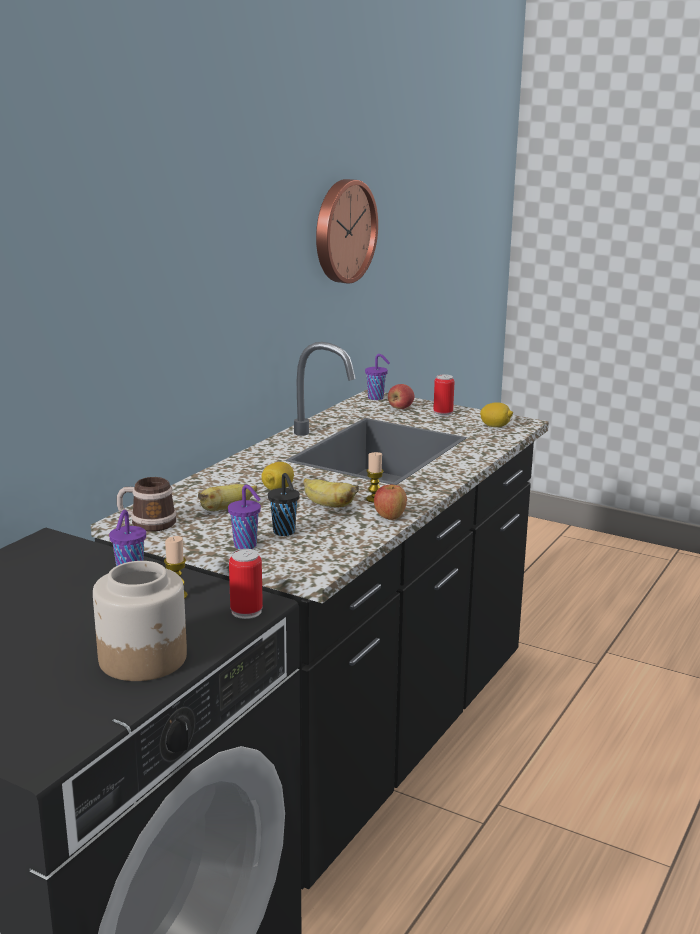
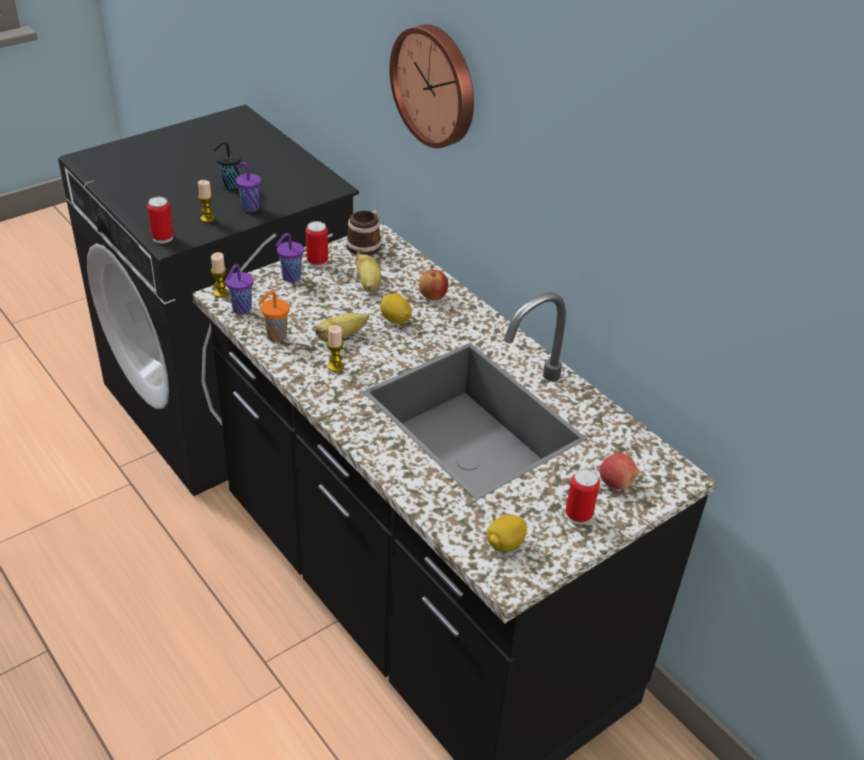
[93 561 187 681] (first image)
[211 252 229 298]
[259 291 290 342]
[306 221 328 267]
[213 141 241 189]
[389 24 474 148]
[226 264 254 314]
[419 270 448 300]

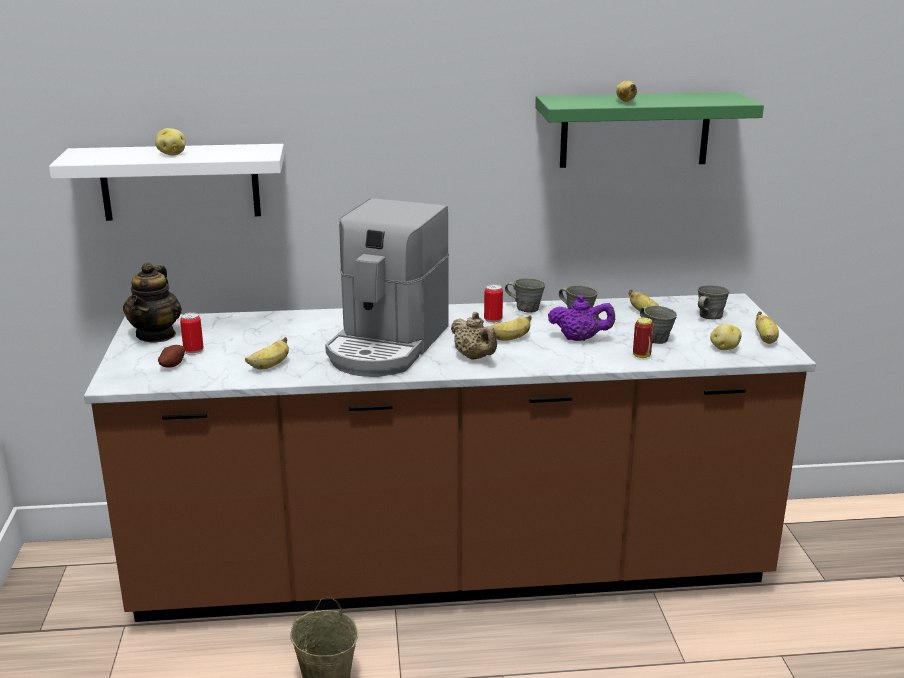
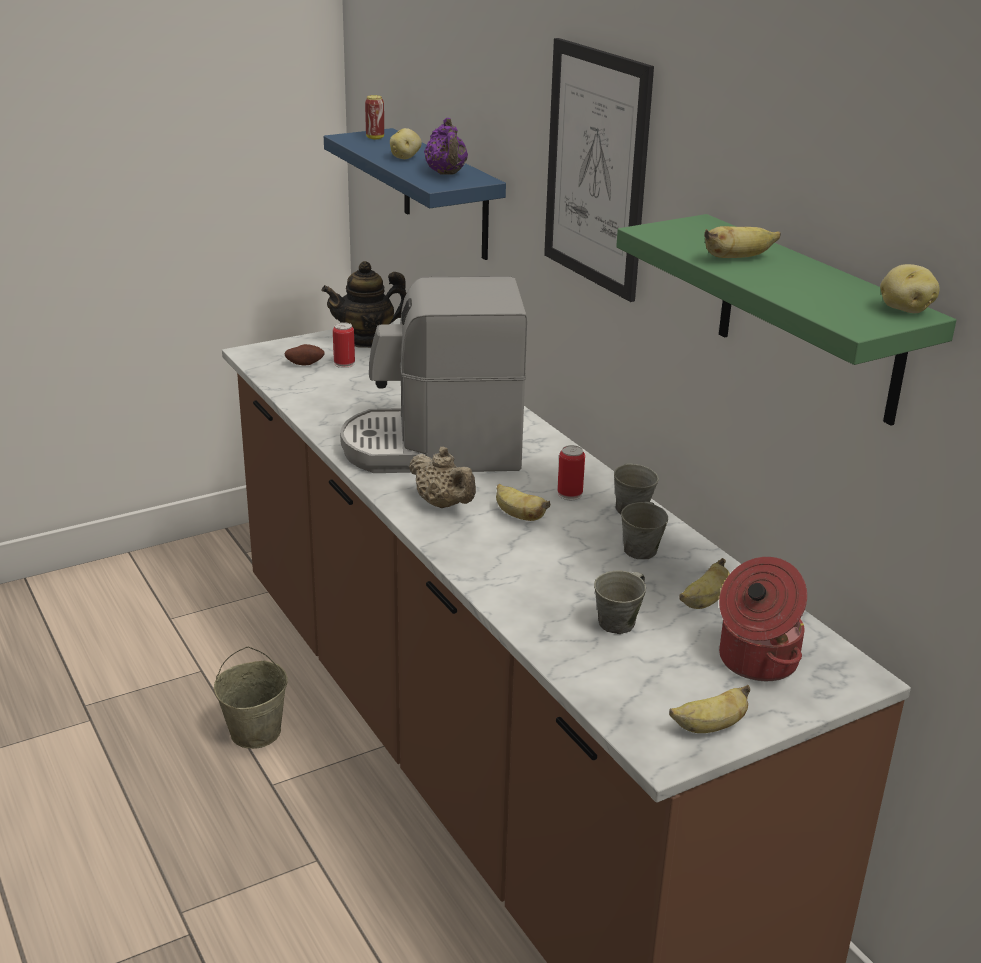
[245 337 289 369] (first image)
[544 38 654 302]
[424 118 468 175]
[365 95 384 140]
[880 264 939 313]
[719 557 807 681]
[324 128 506 260]
[409 447 476 508]

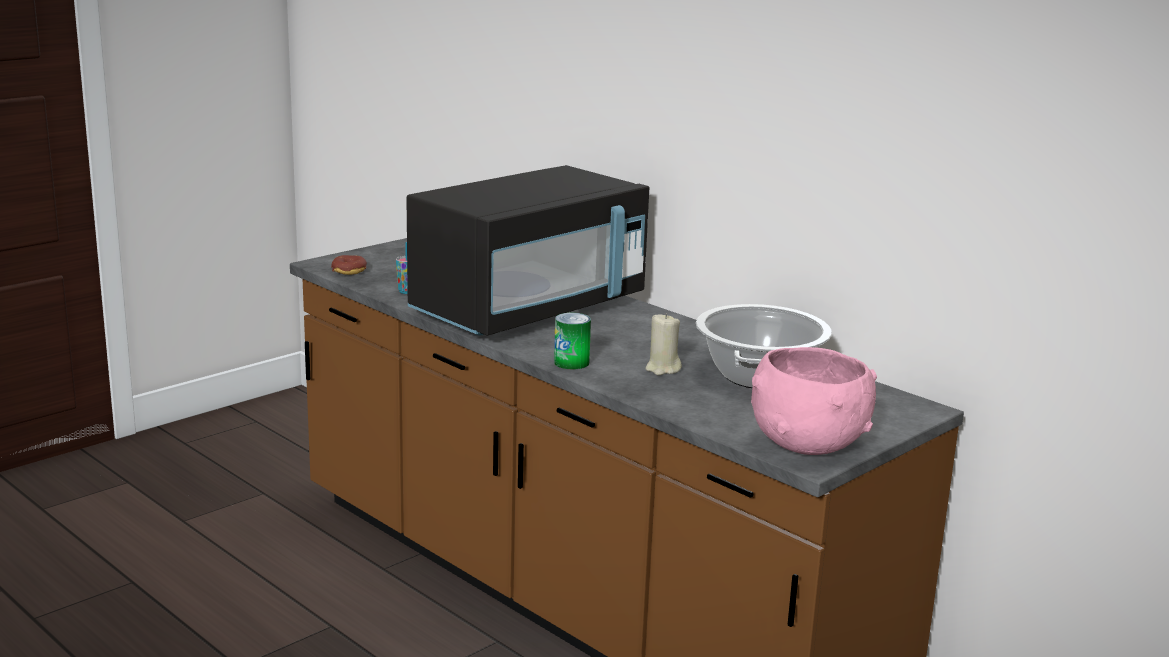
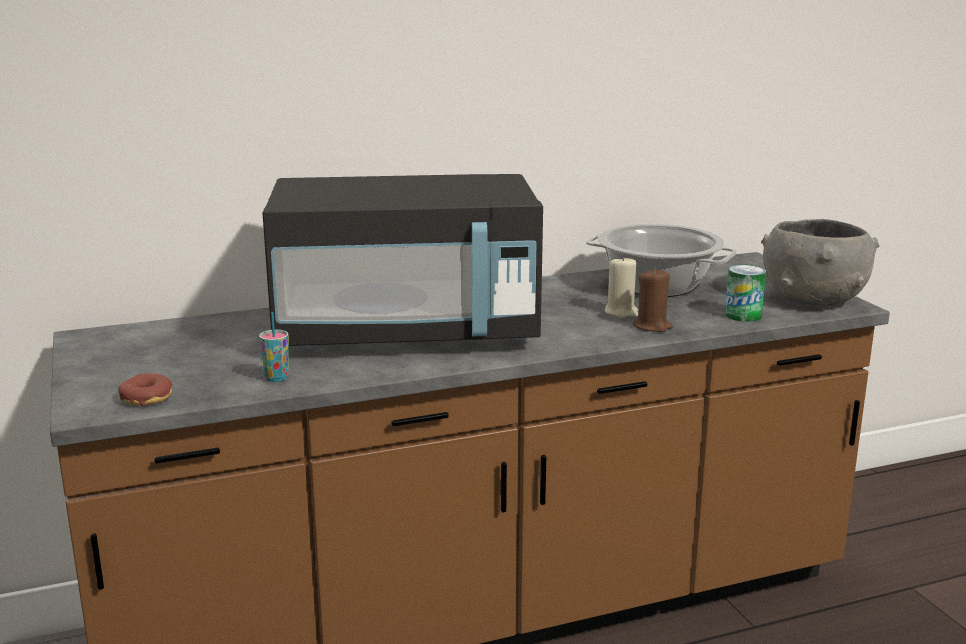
[633 268 673 332]
[725 265 766 322]
[761 219 879 306]
[262 174 543 347]

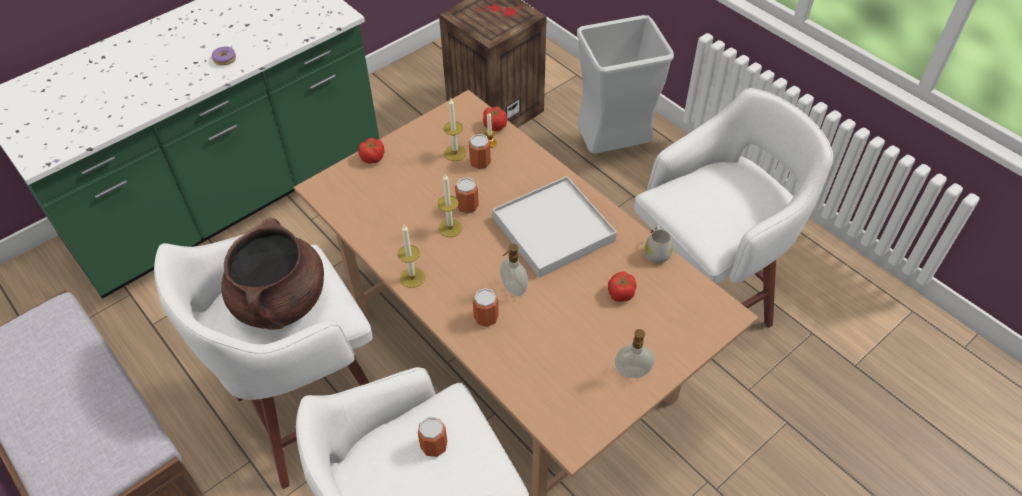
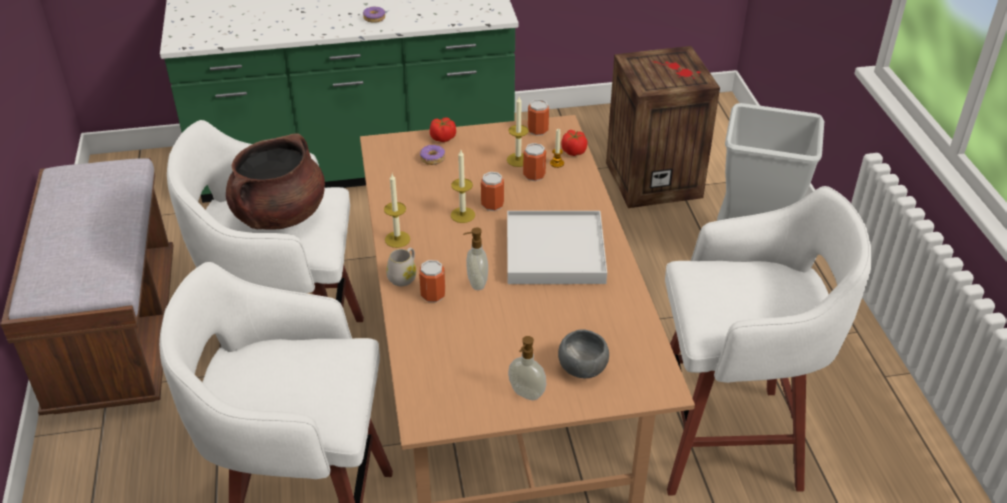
[608 271 637 302] (first image)
[420 145 445 165]
[558 329 609 378]
[528 99 549 136]
[386 248 416 286]

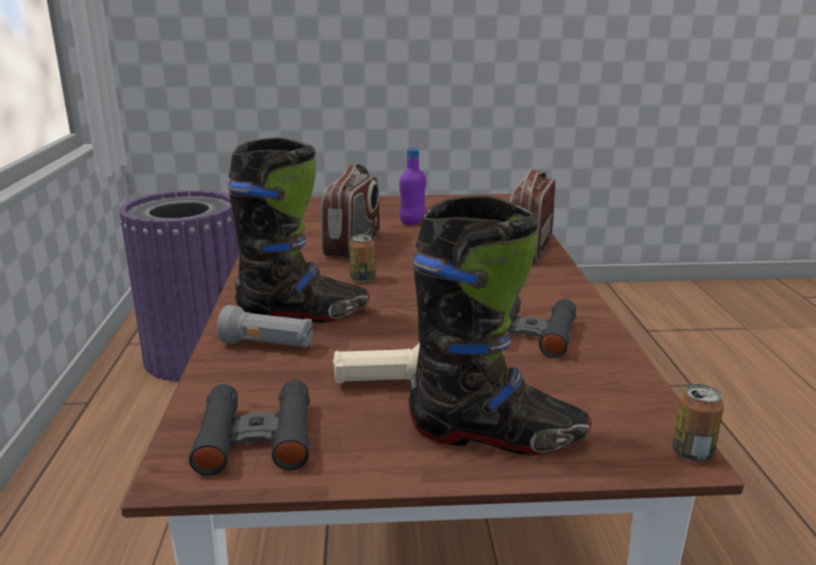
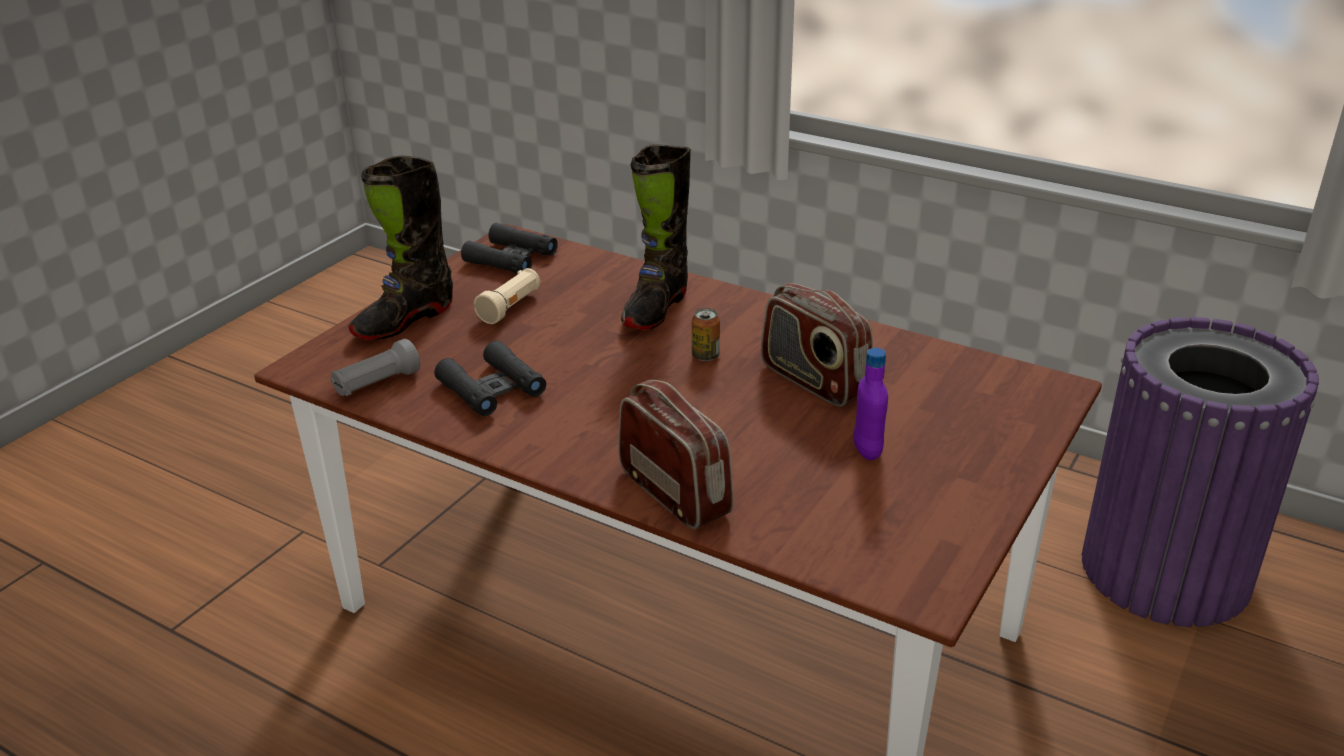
[672 384 724 462] (first image)
[330 339 420 396]

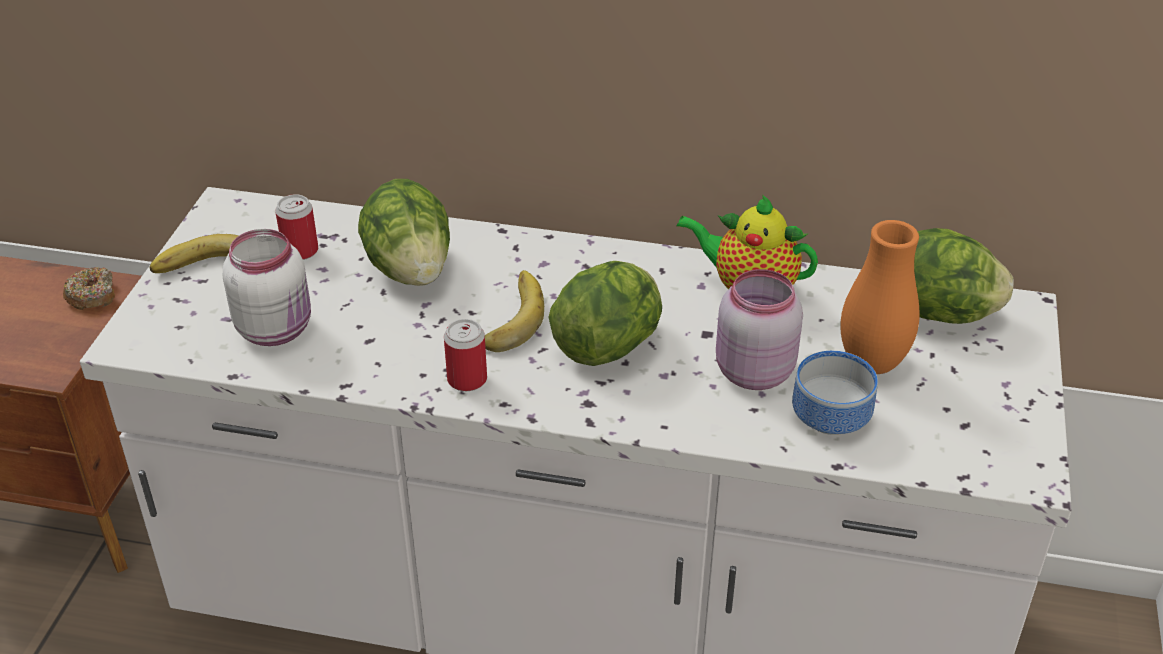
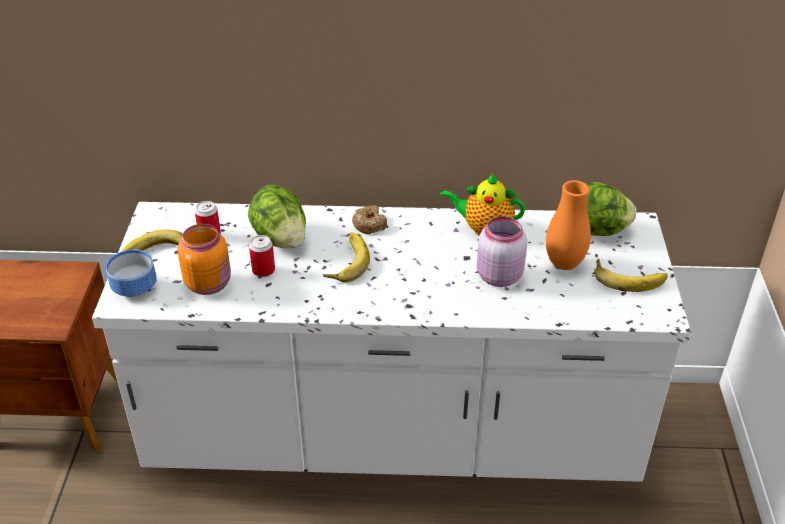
[548 261 662 366] (first image)
[594 258 668 292]
[352 205 387 234]
[249 235 275 277]
[106 250 156 297]
[178 224 231 295]

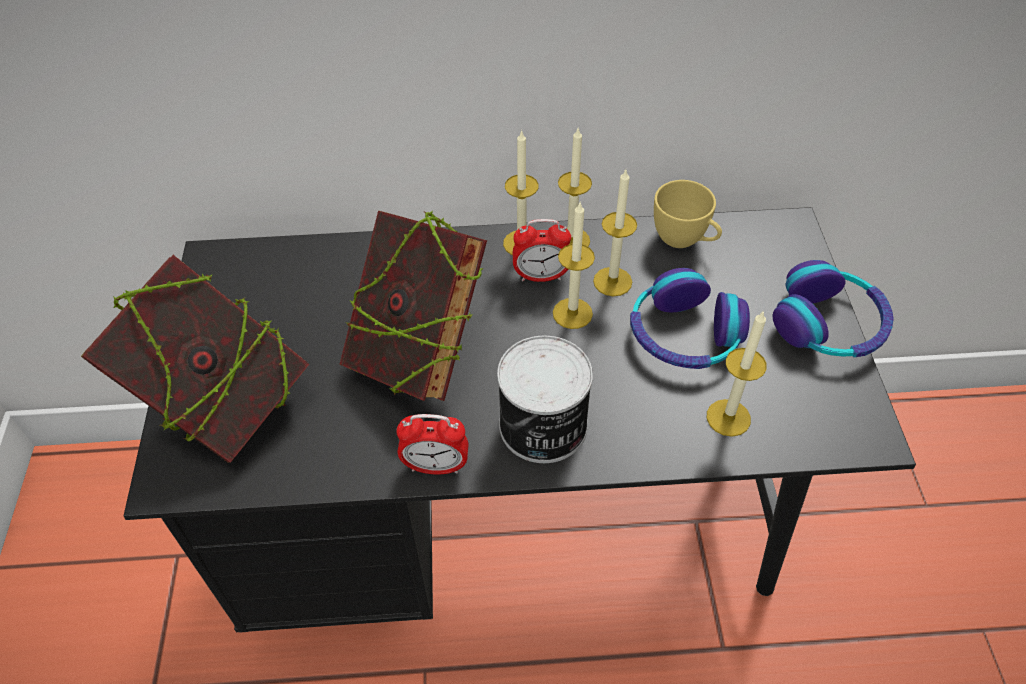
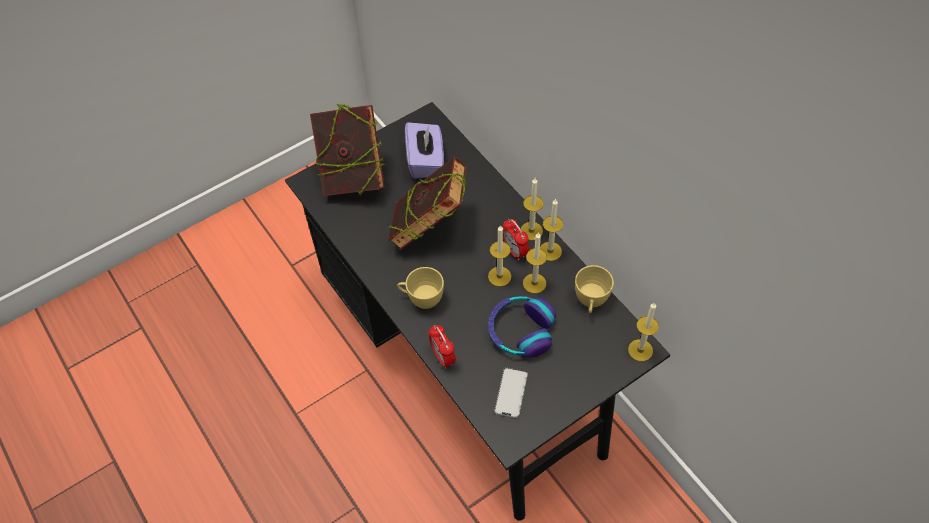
[773 260 894 357] (first image)
[405 122 444 179]
[495 368 528 418]
[429 325 456 368]
[628 302 659 361]
[397 267 444 309]

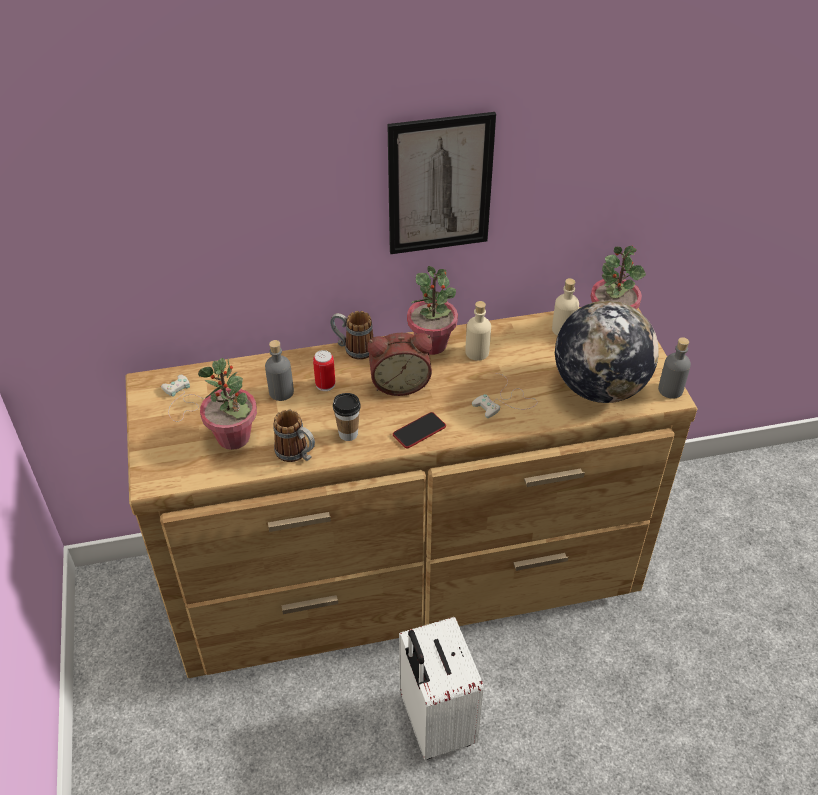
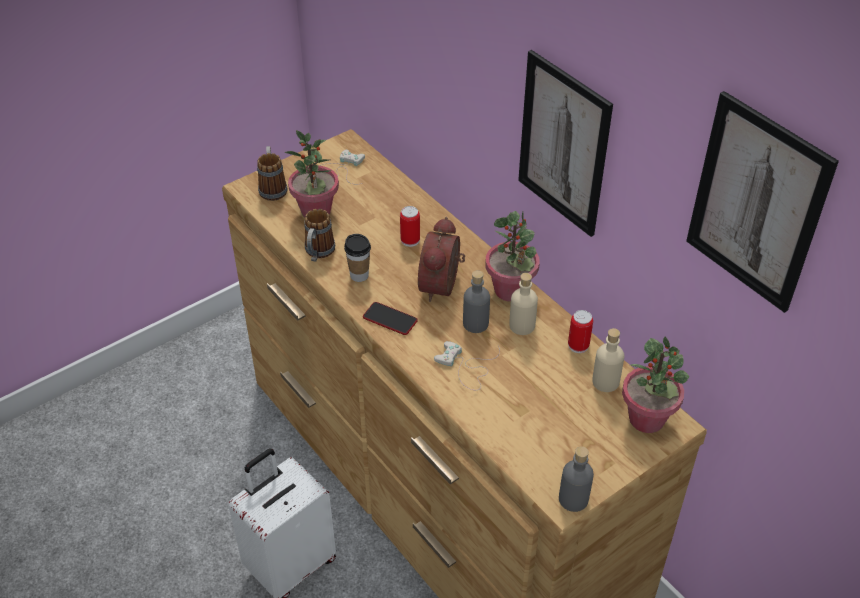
[555 301 659 403] (first image)
[568 310 593 353]
[686 91 839 313]
[463 270 490 333]
[257 146 287 201]
[418 217 465 302]

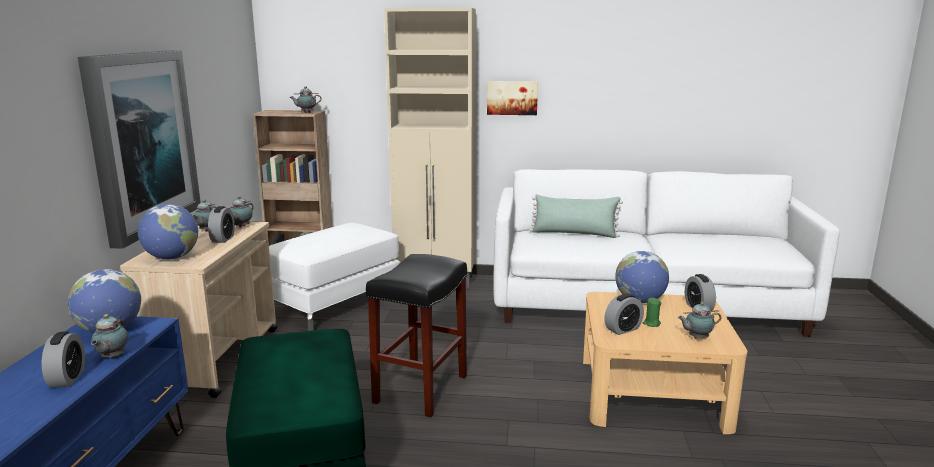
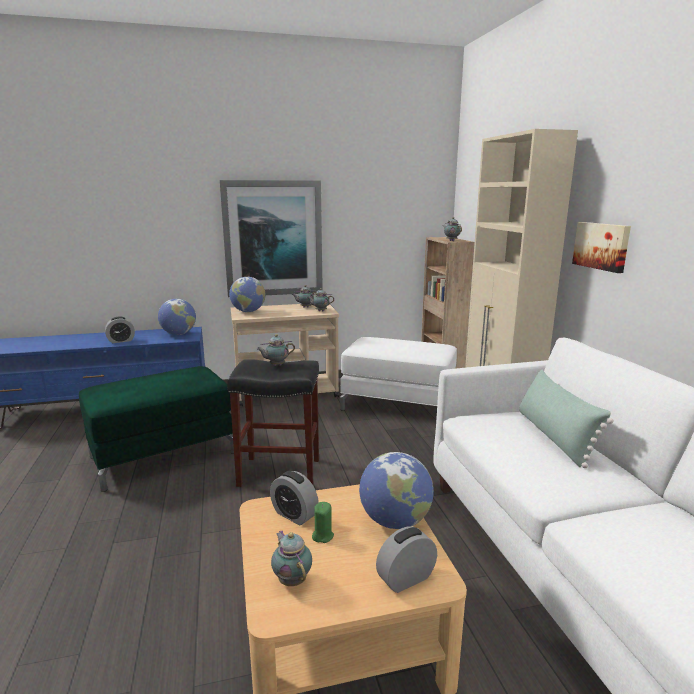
[208 206 235 243] (first image)
[257 334 295 366]

